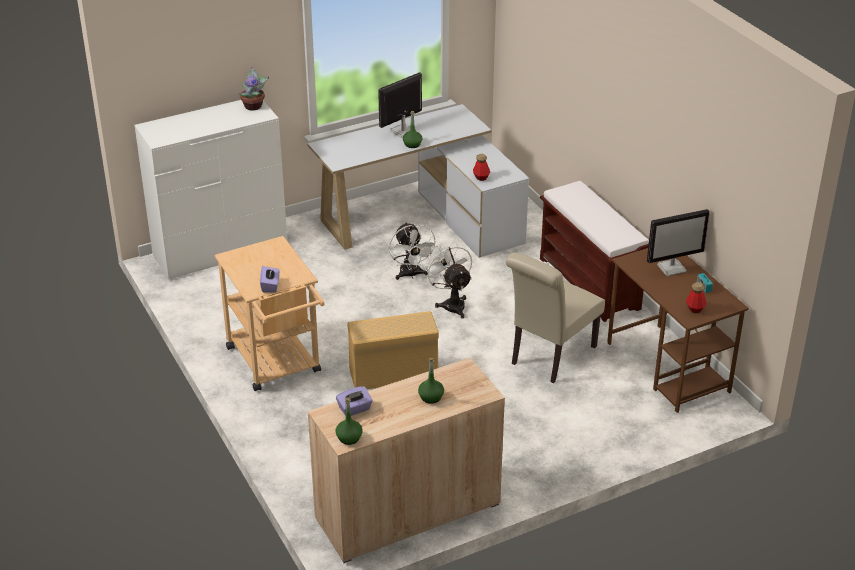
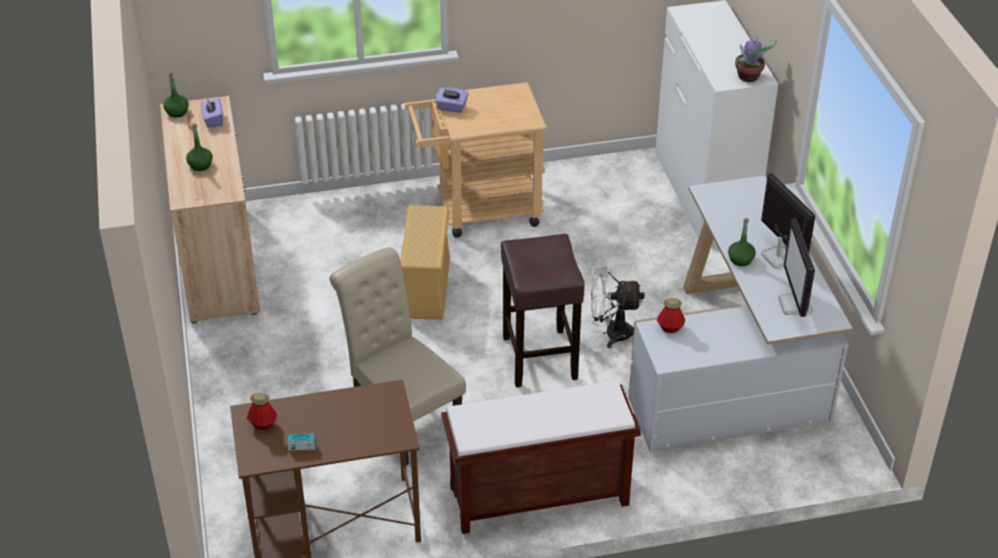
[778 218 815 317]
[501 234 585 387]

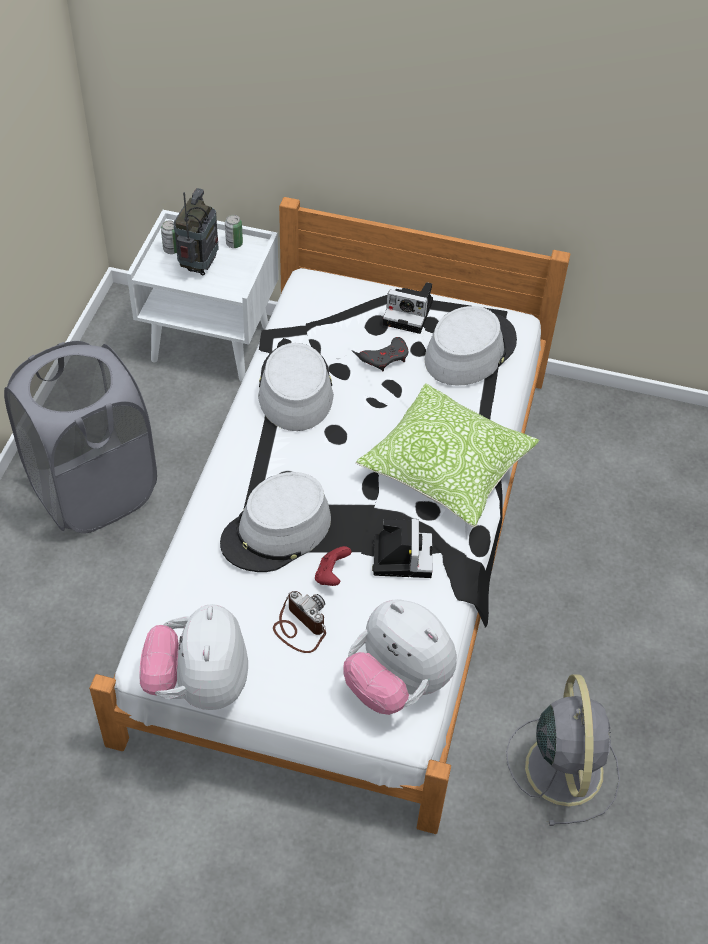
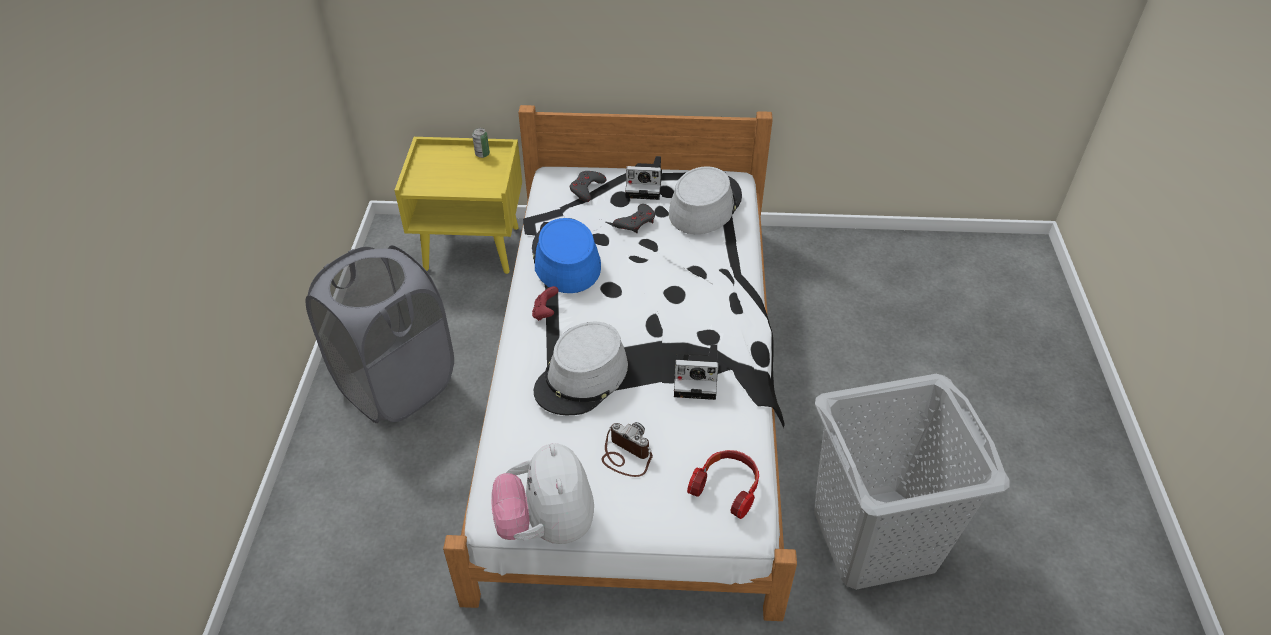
[161 220 177 254] (first image)
[173 188 219 276] (first image)
[356 384 539 527] (first image)
[570 171 607 202]
[532 286 559 321]
[687 450 759 519]
[814 374 1010 590]
[395 137 522 274]
[532 218 601 293]
[674 344 718 400]

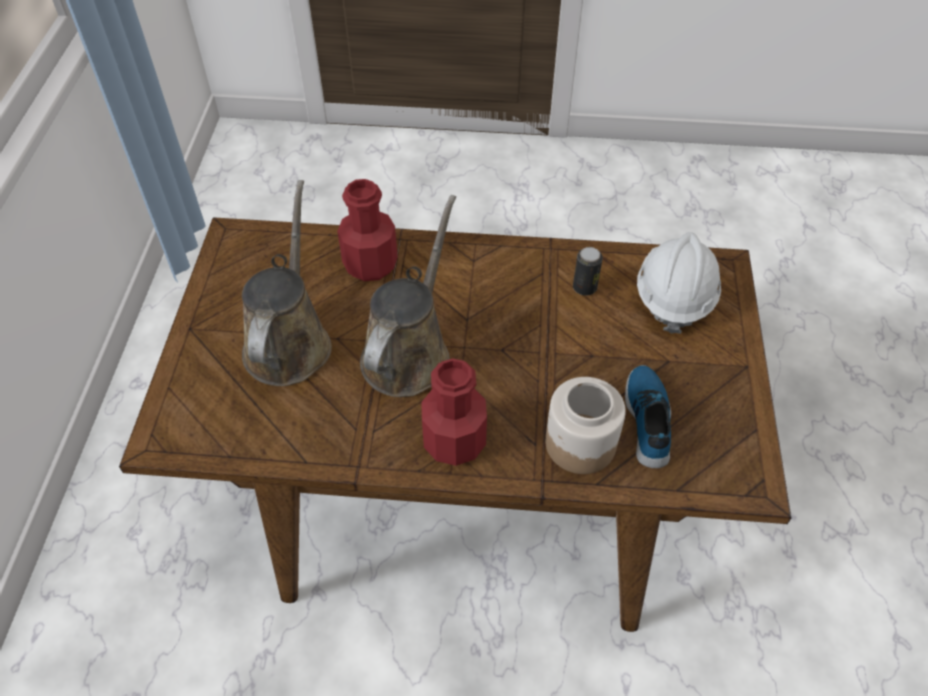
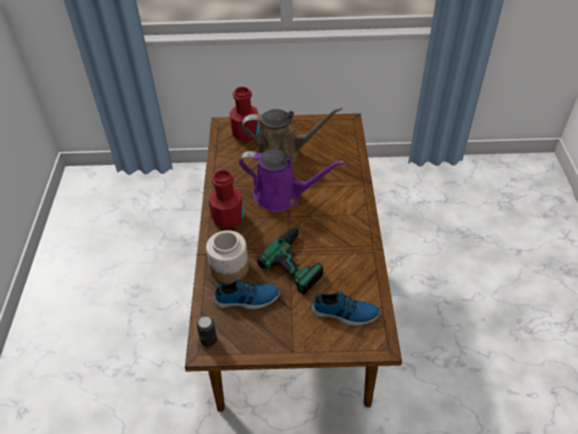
[257 222 323 295]
[230 87 260 141]
[196 316 217 347]
[312 291 380 325]
[239 150 345 212]

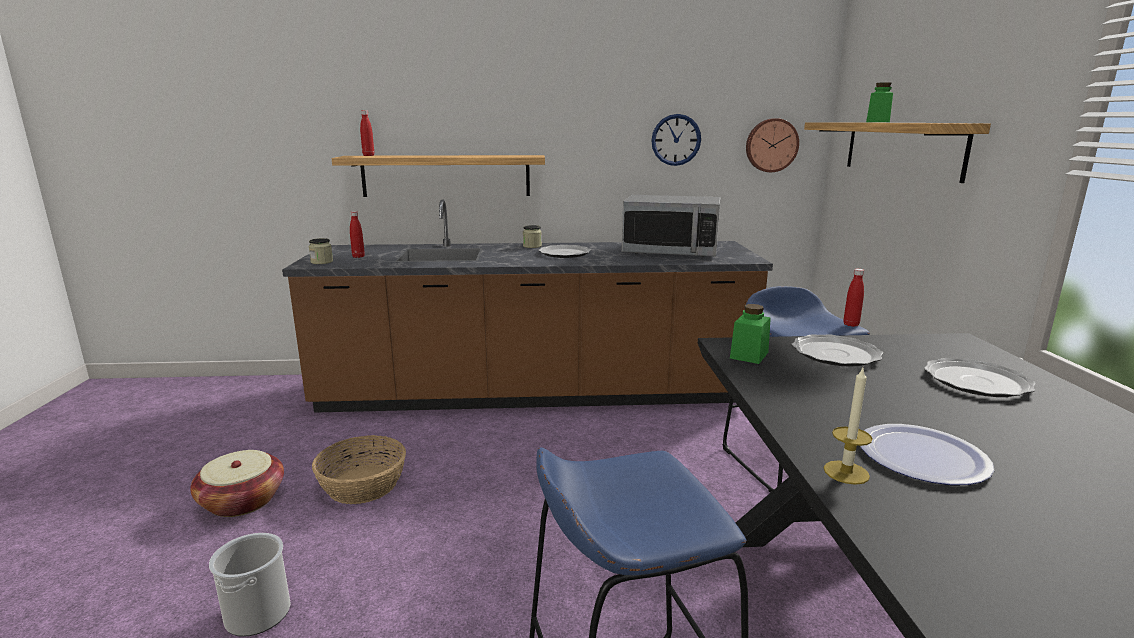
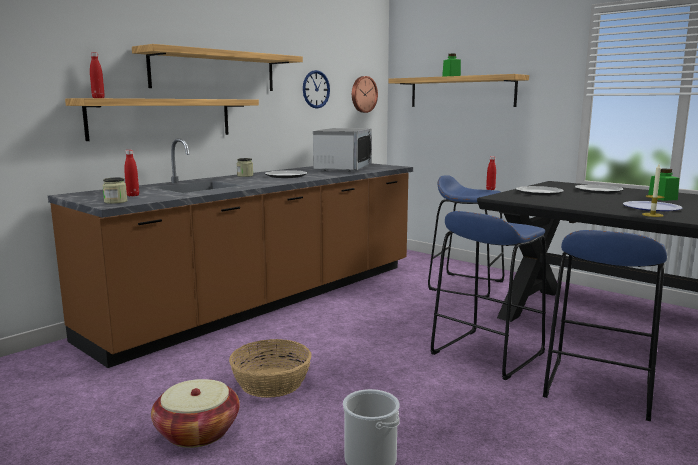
[132 44 303 91]
[430 211 546 380]
[648 169 679 201]
[313 128 372 172]

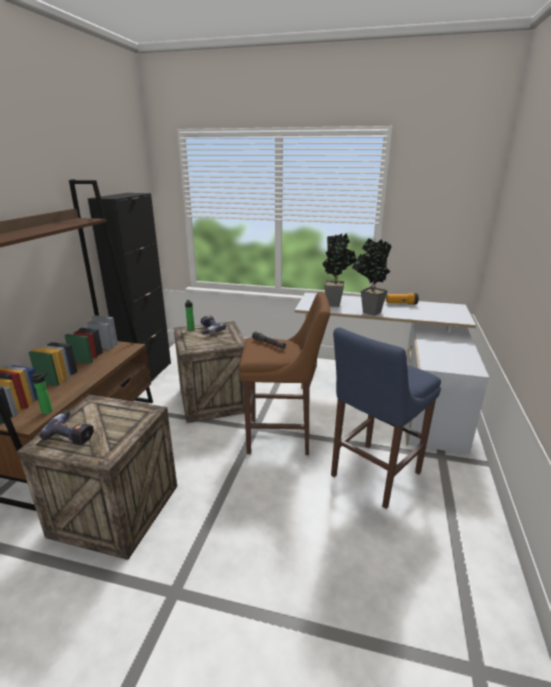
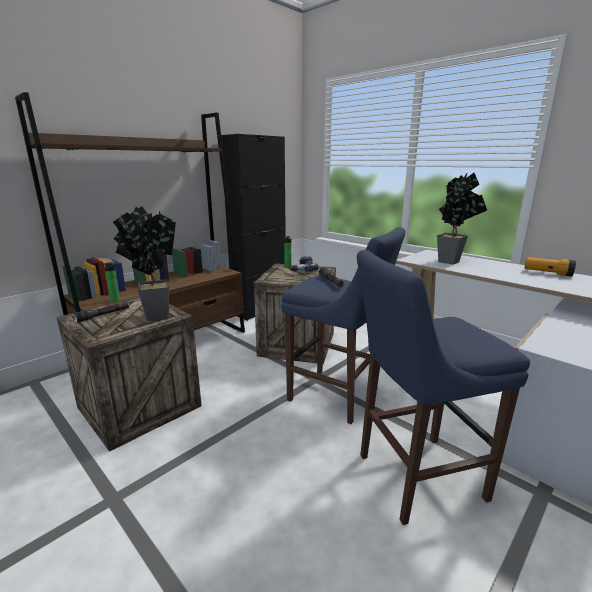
[113 207 176 321]
[74 301 129 323]
[281 227 406 424]

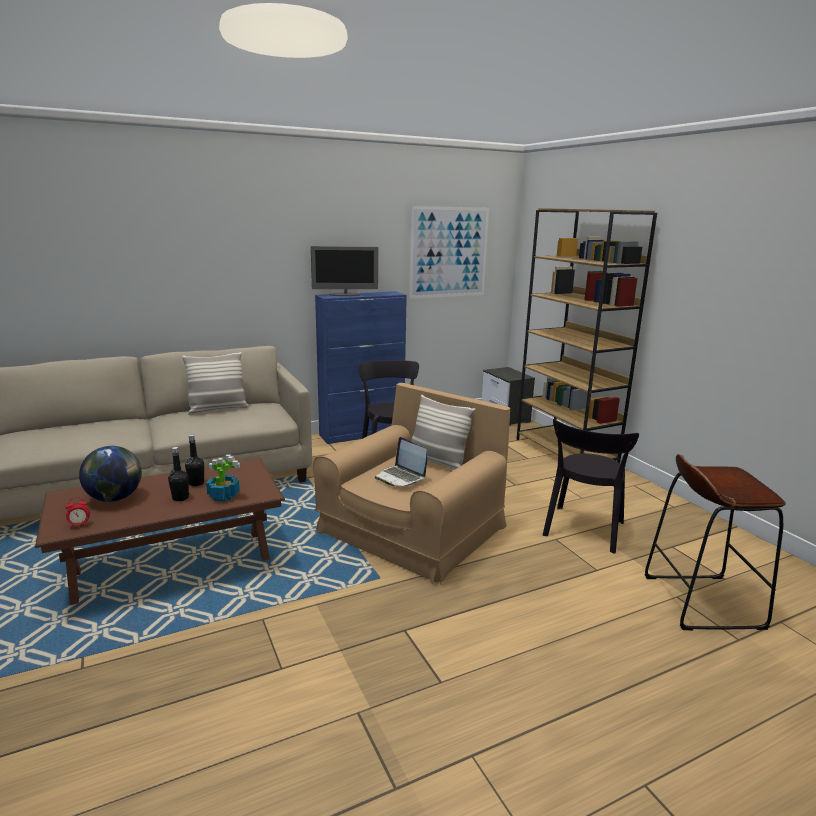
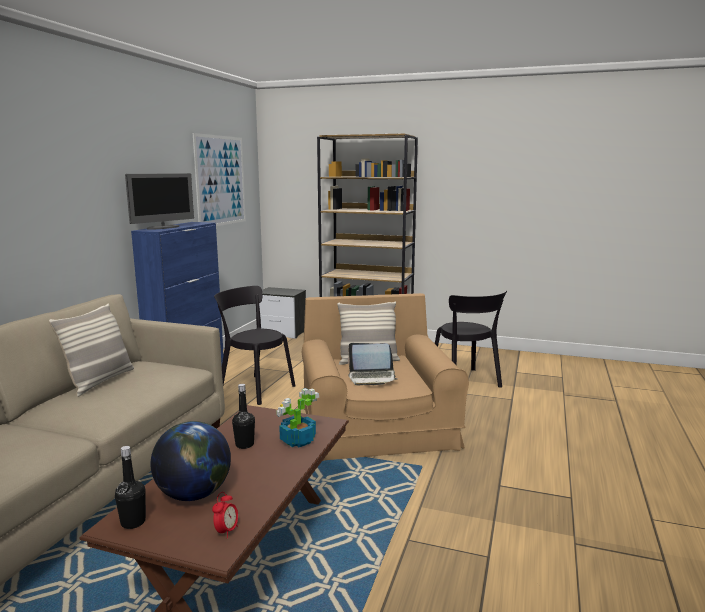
[645 454 786 630] (first image)
[115 446 146 529]

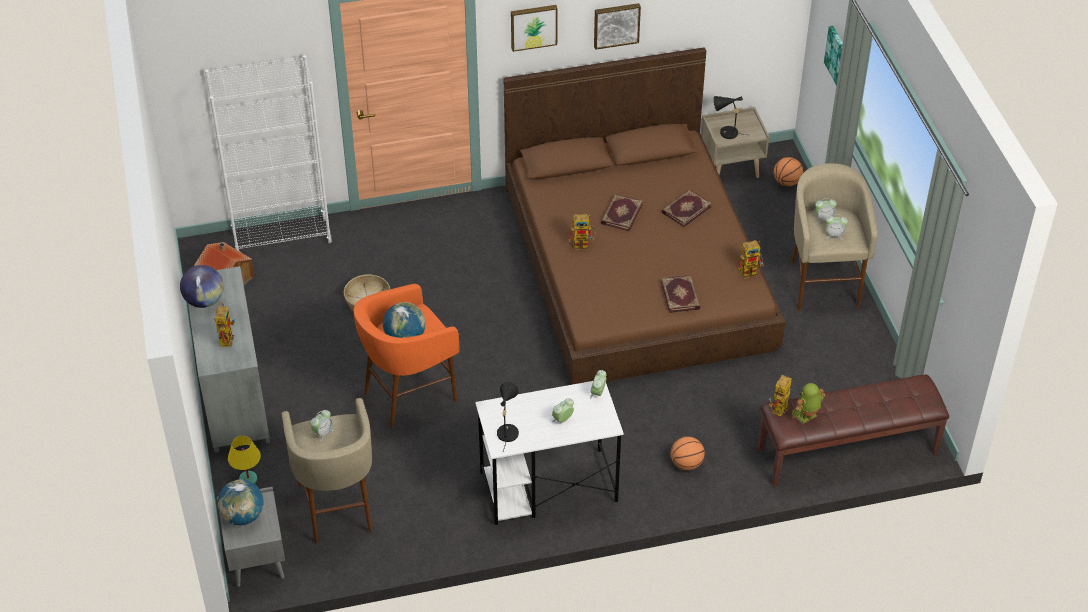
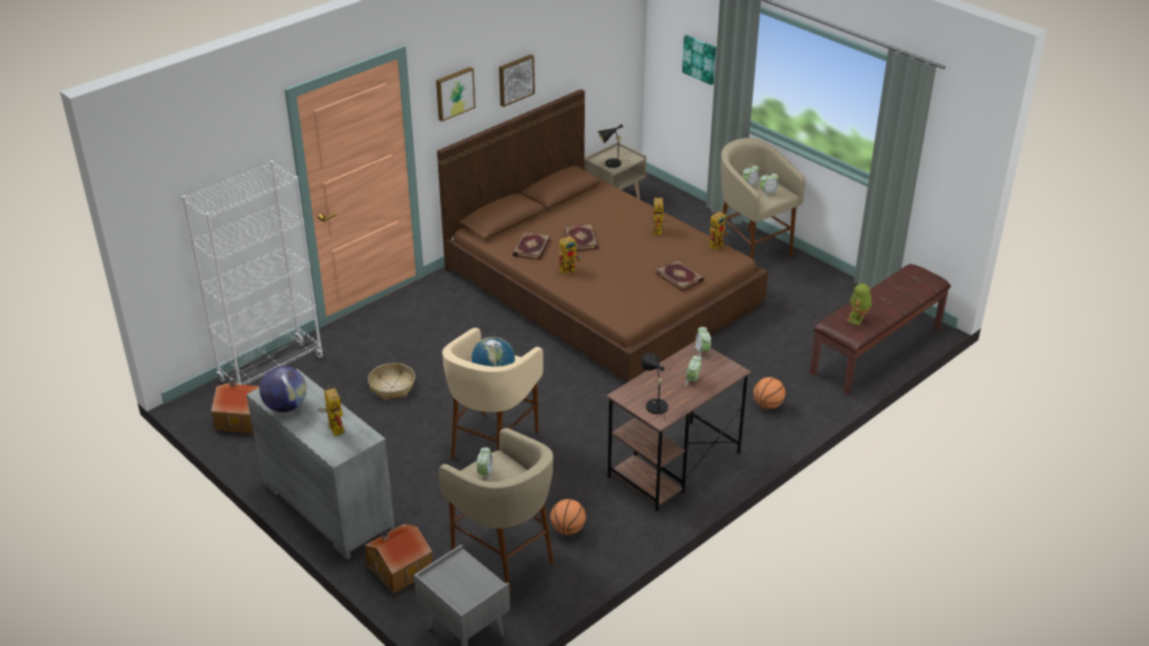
[218 479 264 525] (first image)
[513 232 550 260]
[651 198 669 235]
[550 499 586 535]
[364 524 433 593]
[442 328 543 459]
[607 341 751 512]

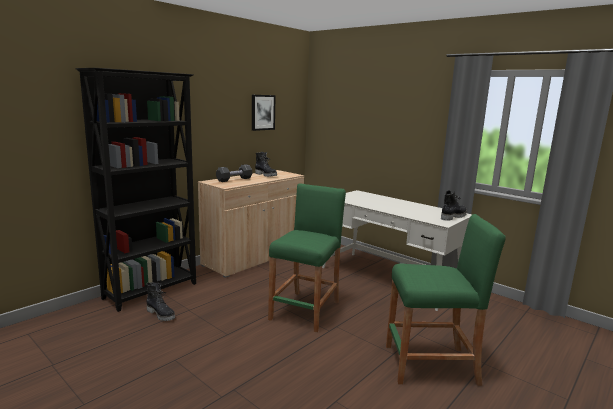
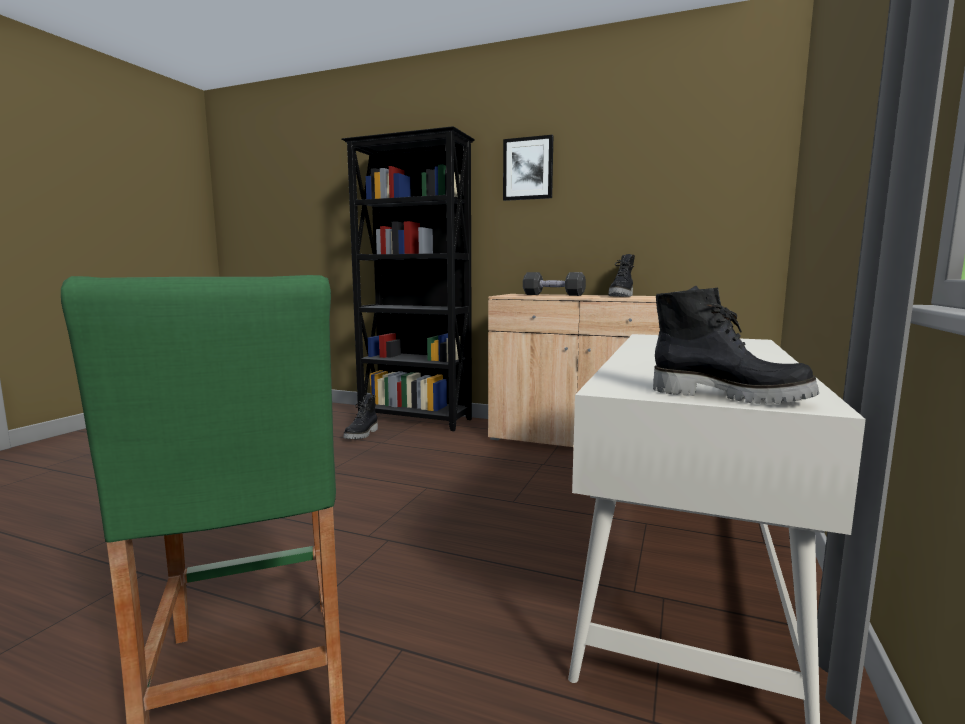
[268 183 346 333] (first image)
[503 135 553 201]

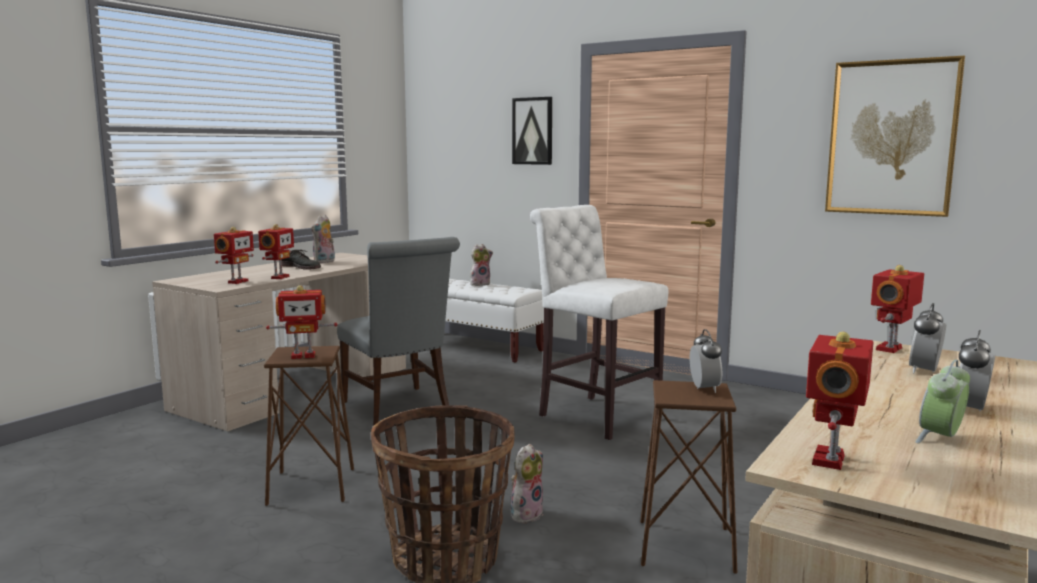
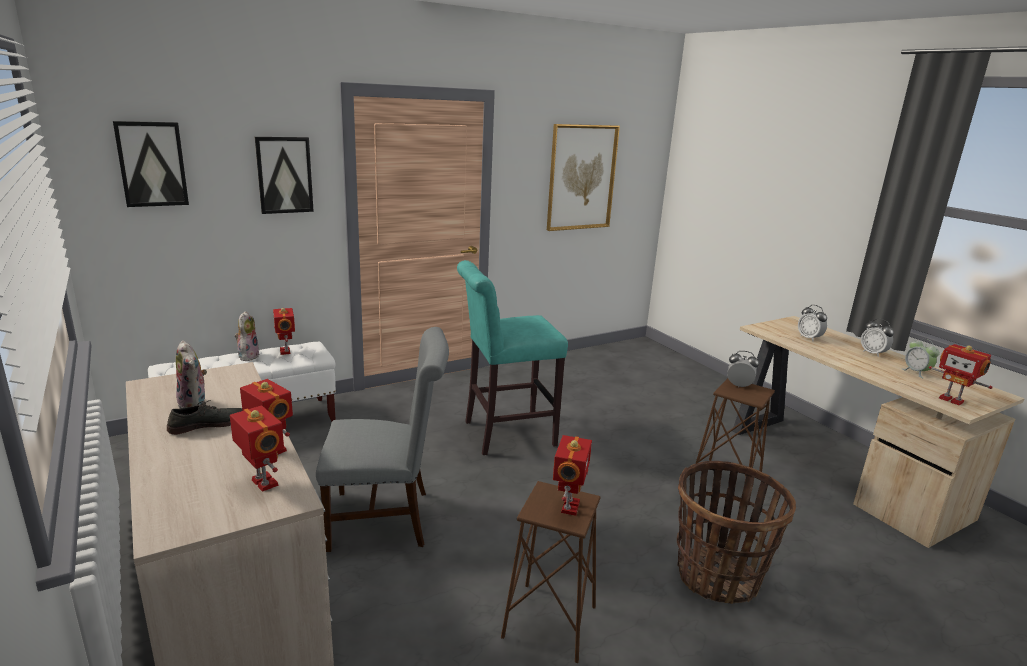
[507 444 544 524] (first image)
[113 121 189 207]
[273 308 295 355]
[457 260 568 455]

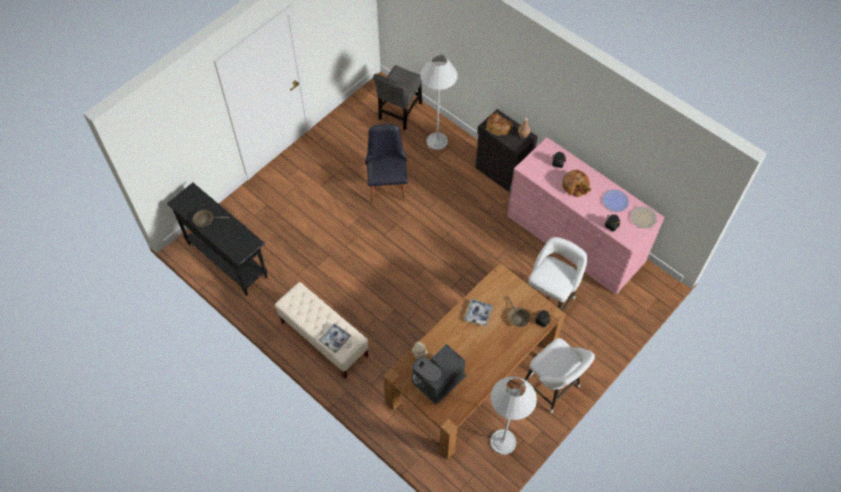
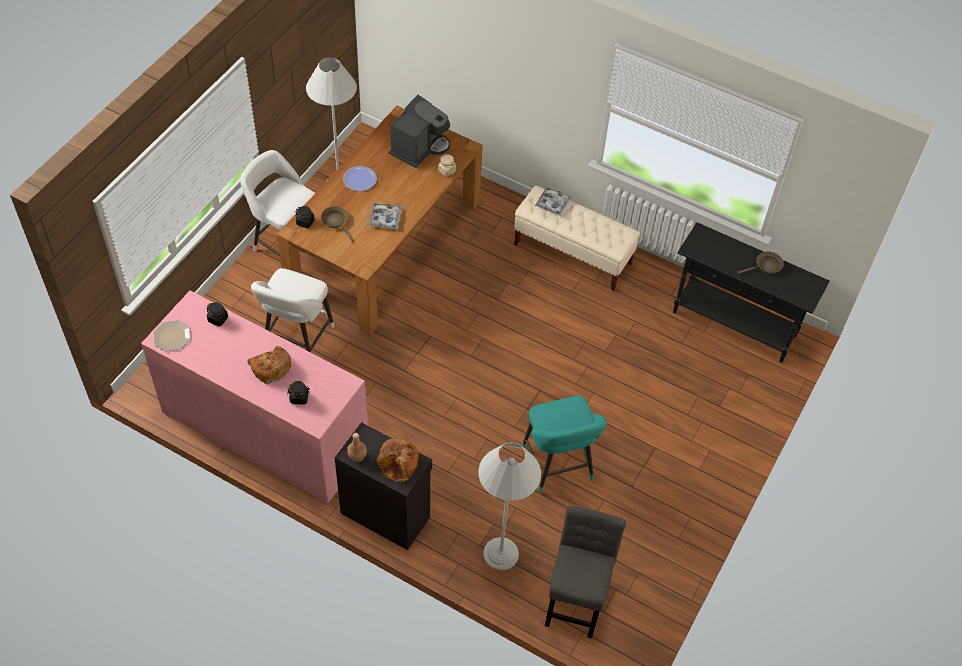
[343 166 377 191]
[522 396 607 493]

